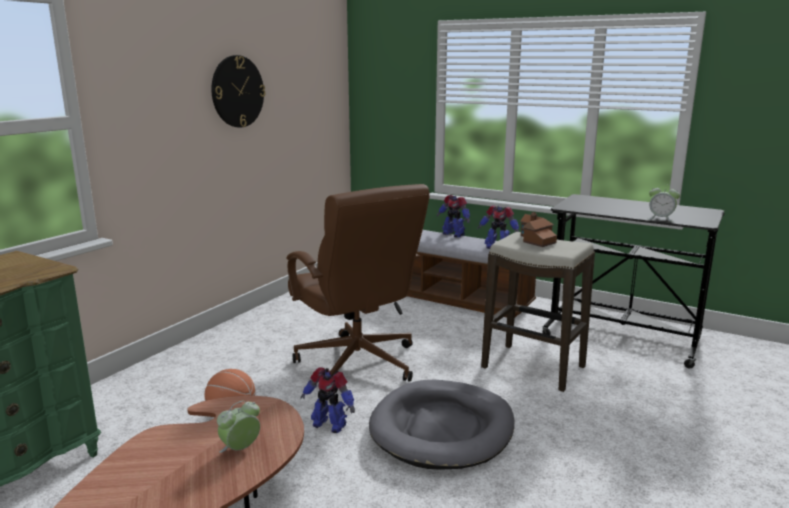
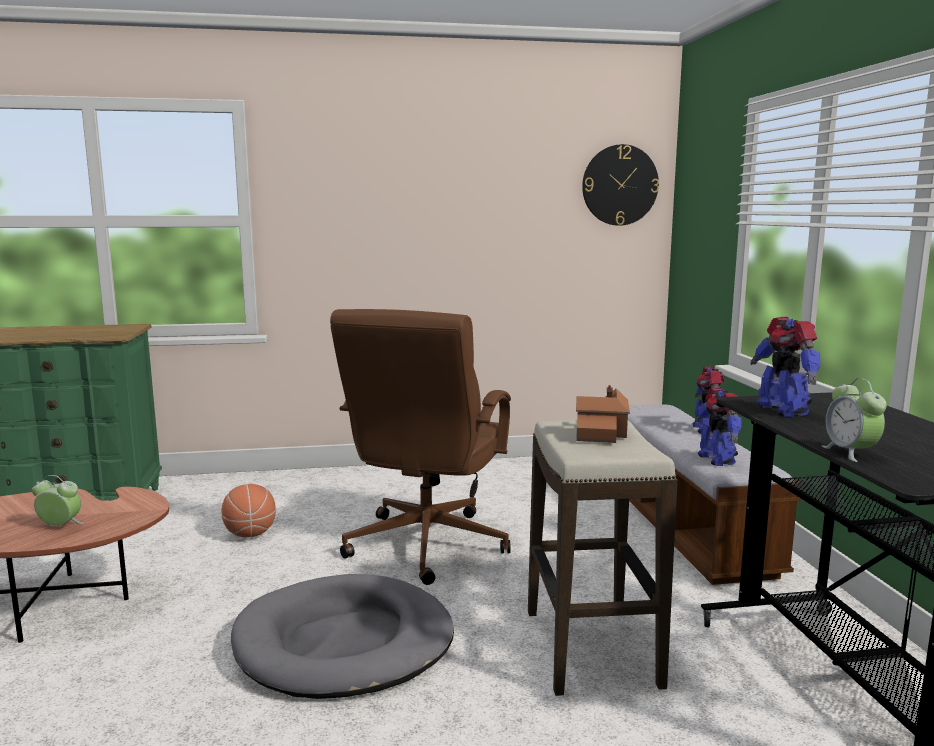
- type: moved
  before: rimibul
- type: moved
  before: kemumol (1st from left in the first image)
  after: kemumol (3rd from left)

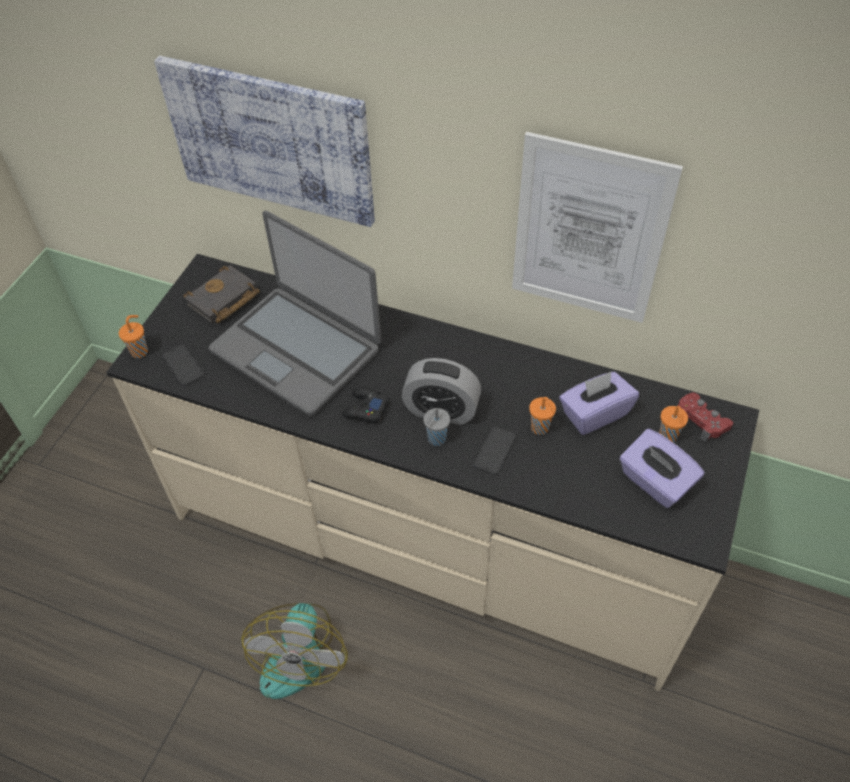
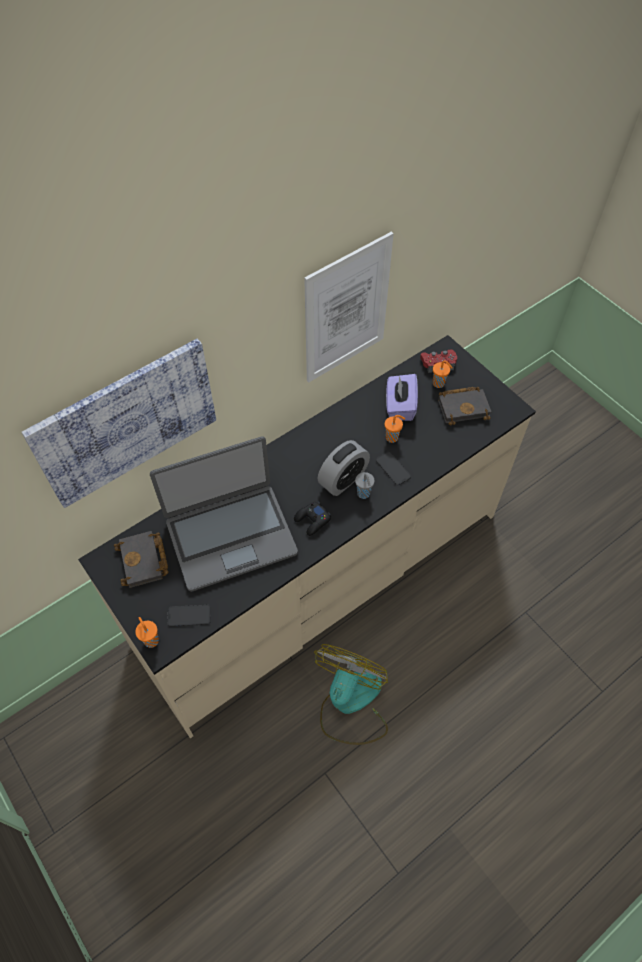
- type: turned
  before: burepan
  turn: -105
- type: replaced
  before: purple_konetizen (2nd from left)
  after: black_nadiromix (2nd from left)

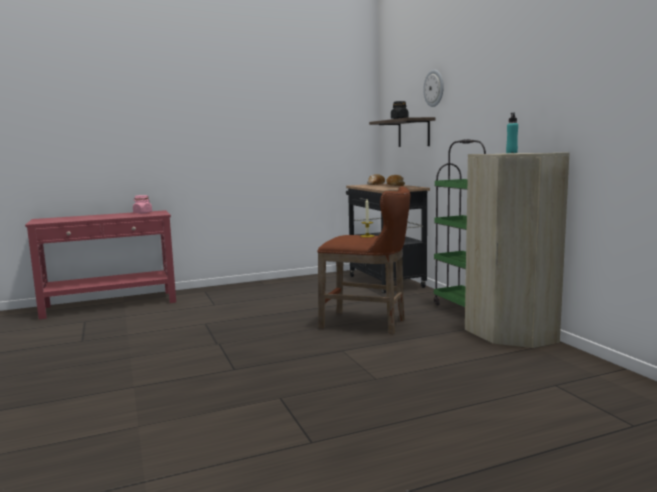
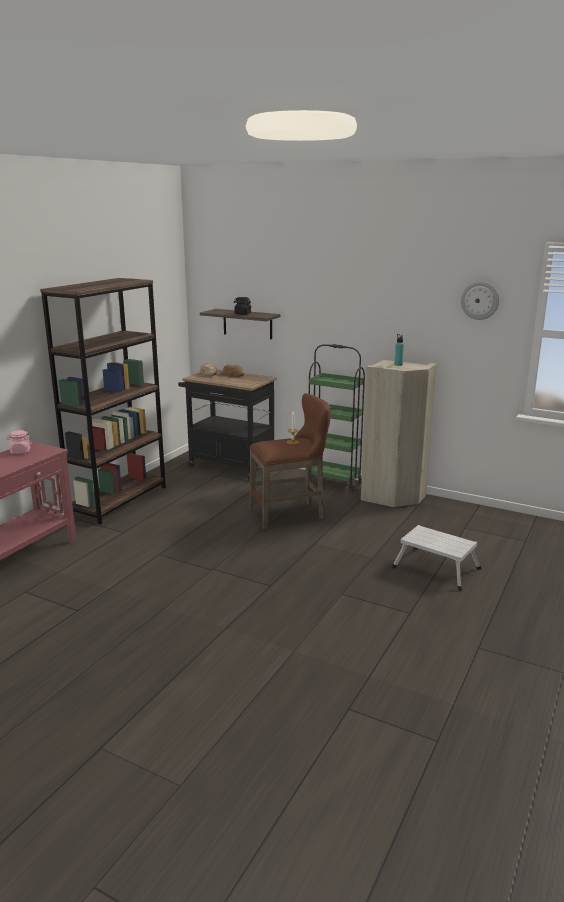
- type: moved
  before: rimibul
- type: added
  after: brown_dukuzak
- type: added
  after: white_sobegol

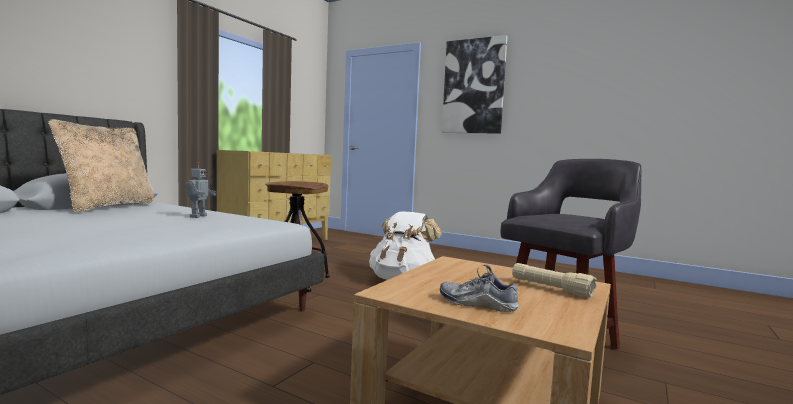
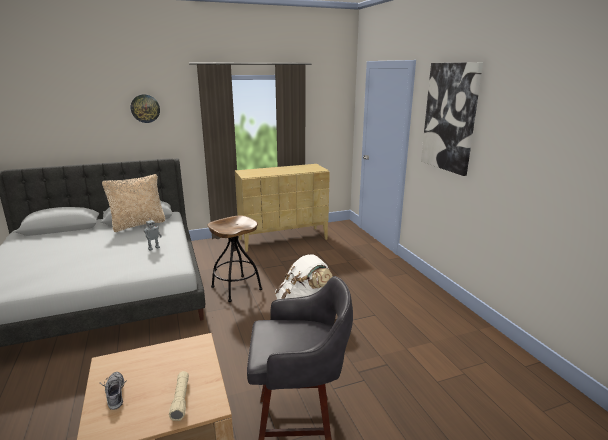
- type: added
  after: rimibul

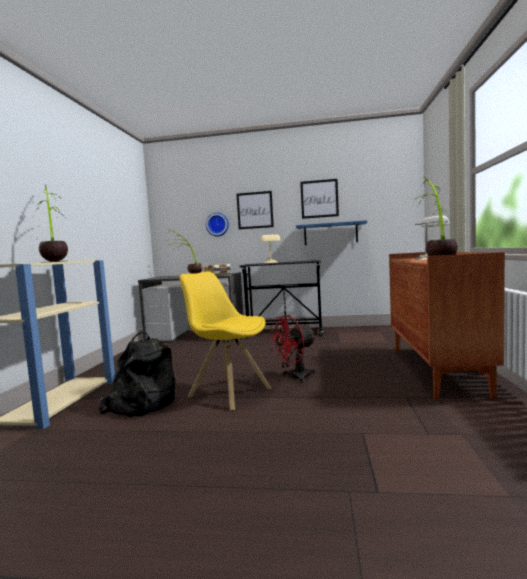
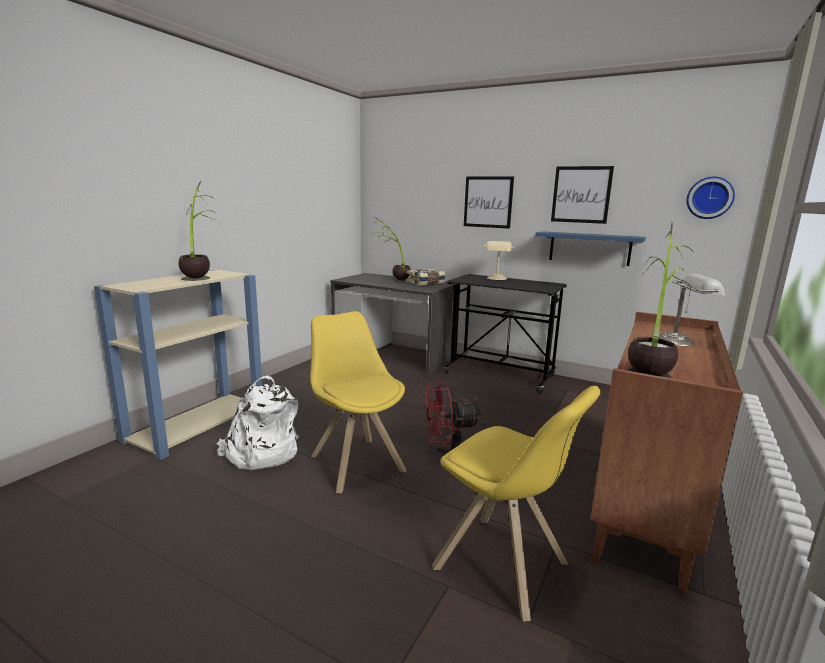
- type: recoloured
  before: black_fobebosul
  after: white_fobebosul
- type: moved
  before: rimibul
- type: added
  after: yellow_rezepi (2nd from left)

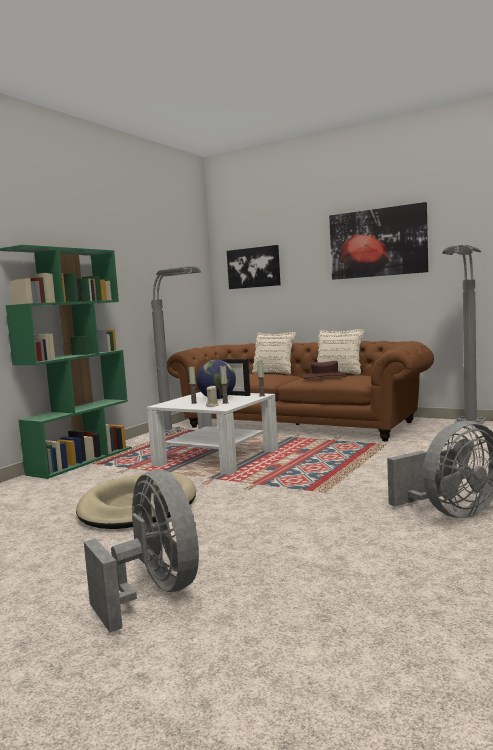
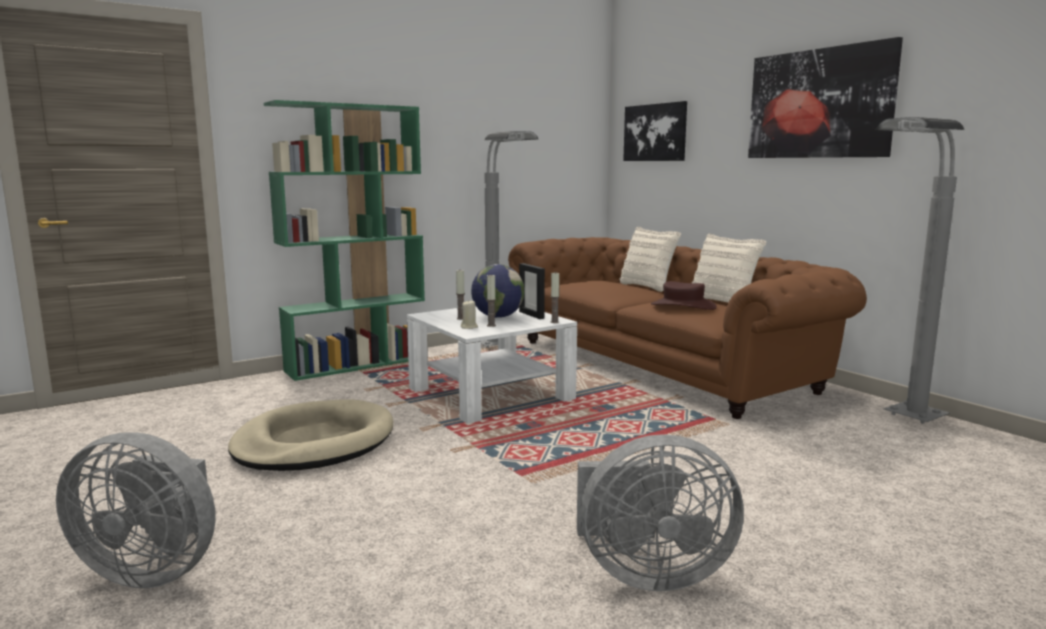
- type: turned
  before: grey_burepan (1st from left)
  turn: 105

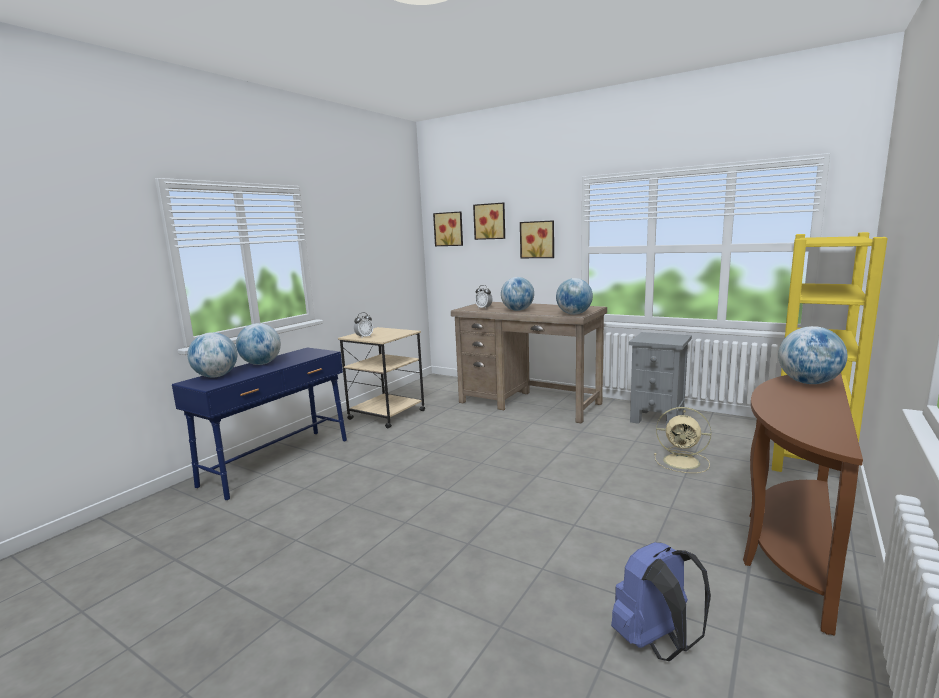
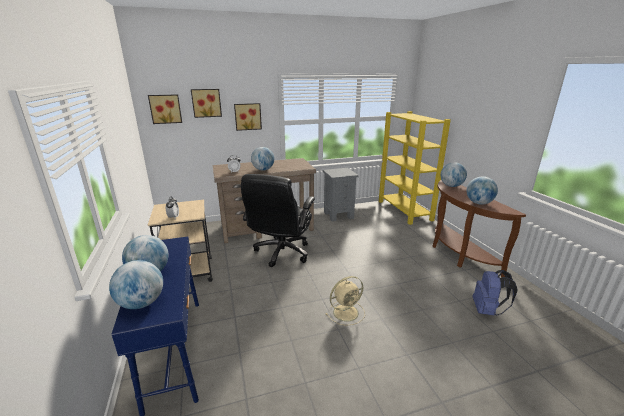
- type: moved
  before: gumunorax (4th from left in the first image)
  after: gumunorax (5th from left)
- type: moved
  before: beige_burepan
- type: added
  after: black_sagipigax

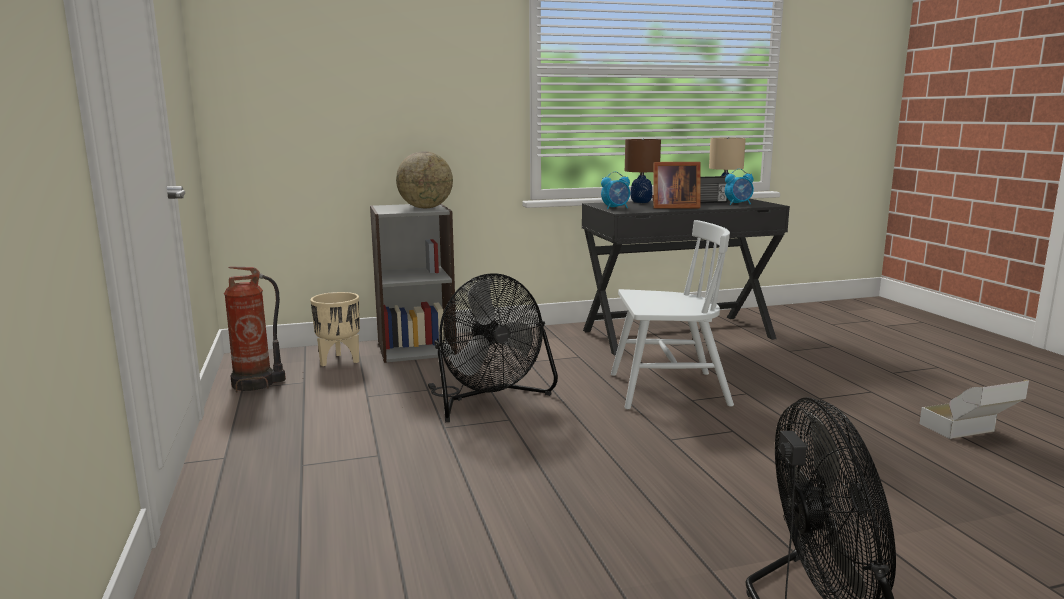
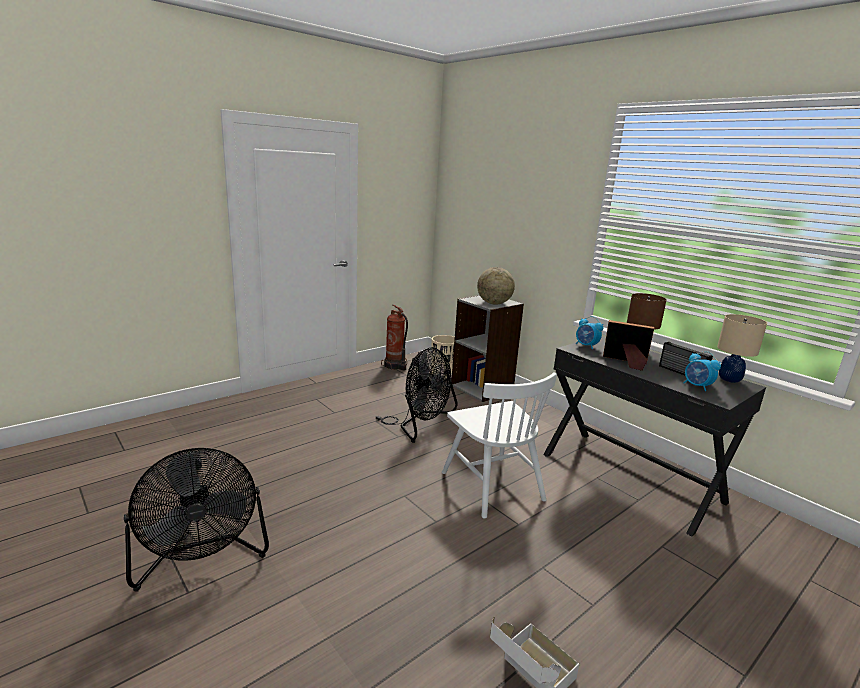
- type: turned
  before: black_burepan (1st from left in the first image)
  turn: -90
- type: turned
  before: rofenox
  turn: 135

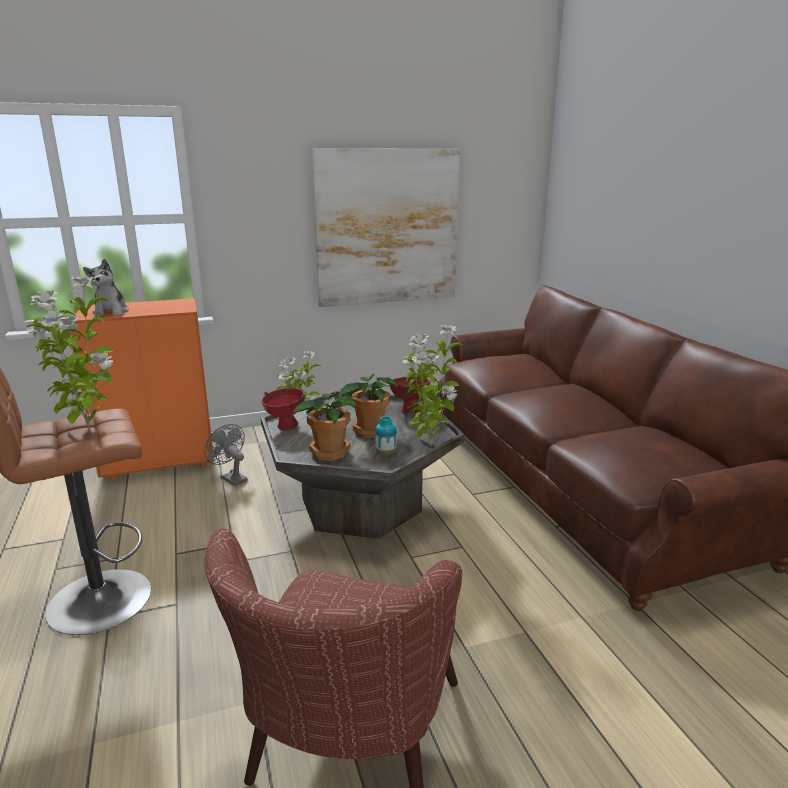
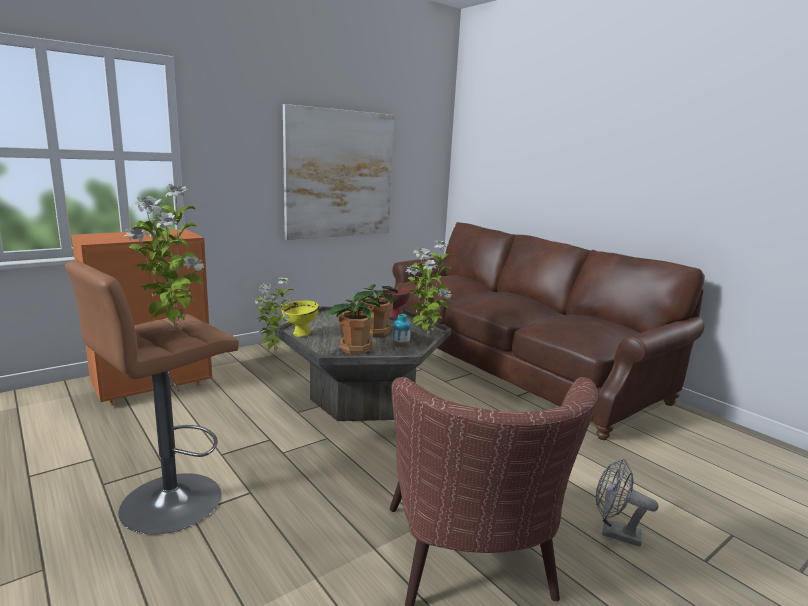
- type: removed
  before: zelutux
- type: moved
  before: grey_burepan
- type: recoloured
  before: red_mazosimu (1st from left)
  after: yellow_mazosimu

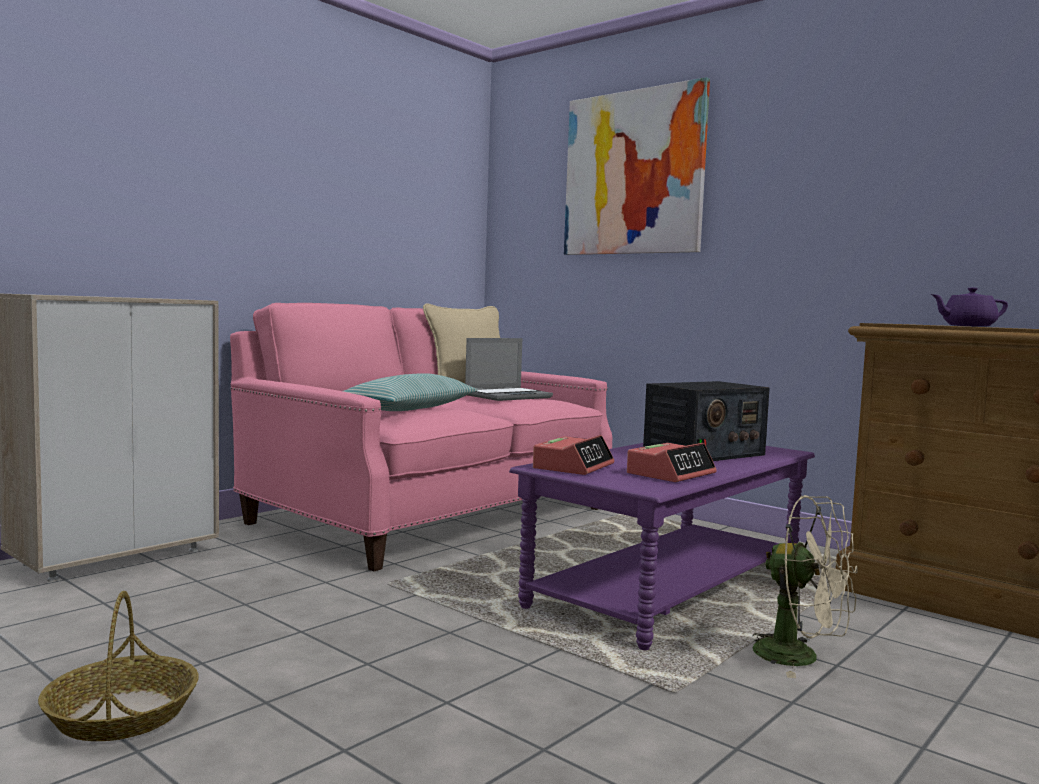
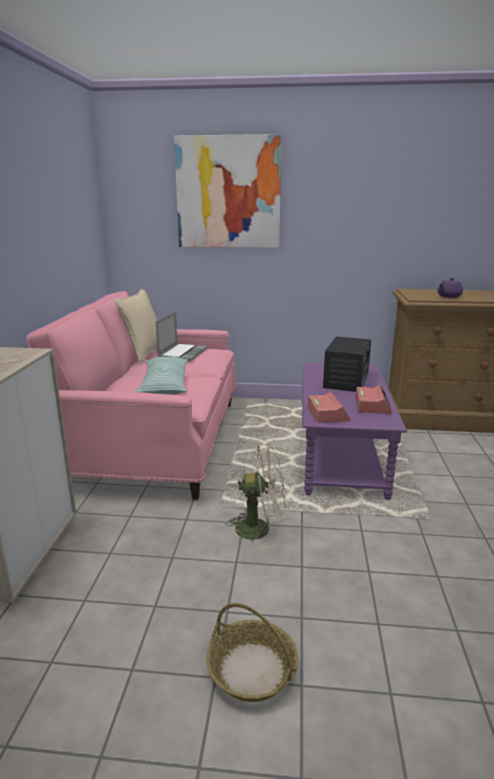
- type: moved
  before: beige_burepan

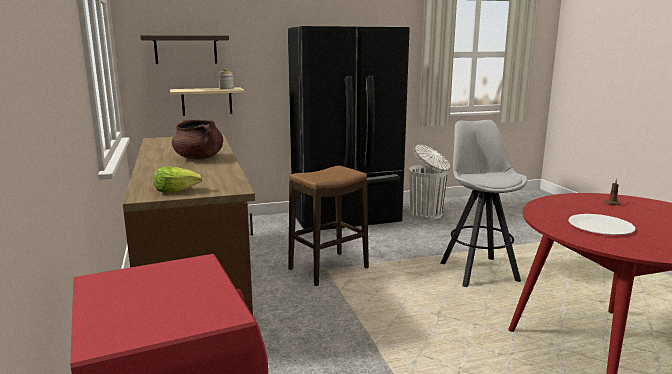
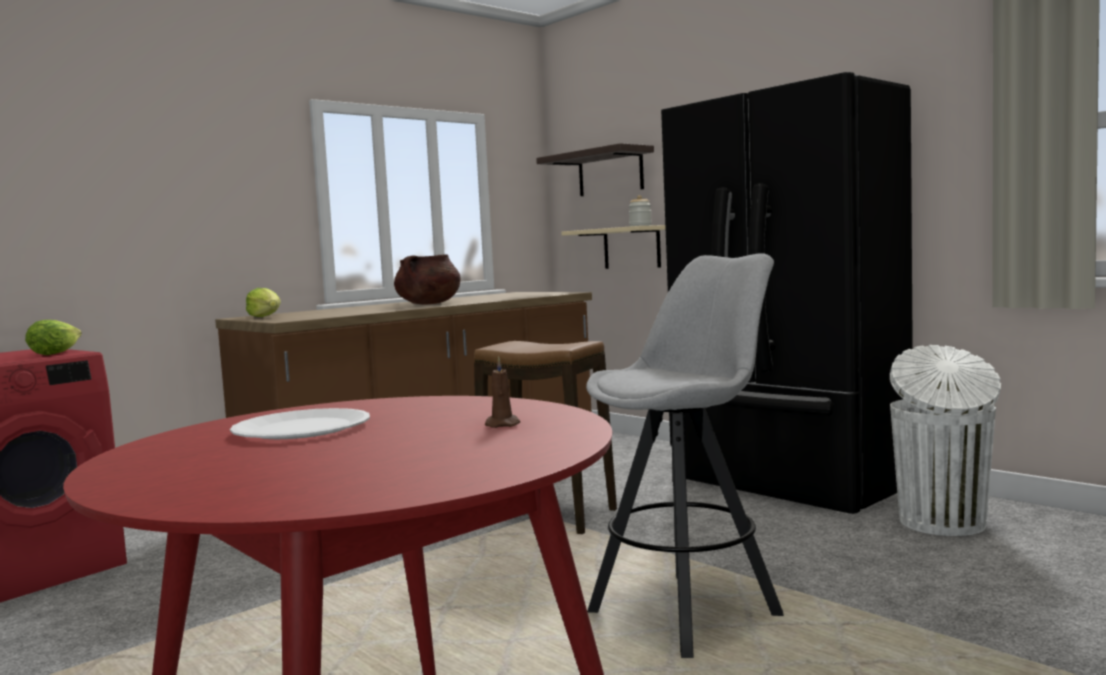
- type: added
  after: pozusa (1st from left)

